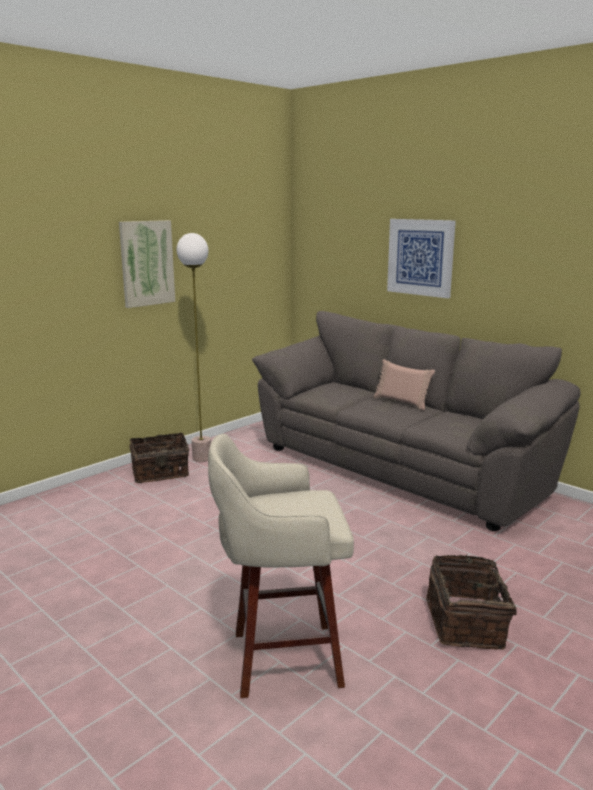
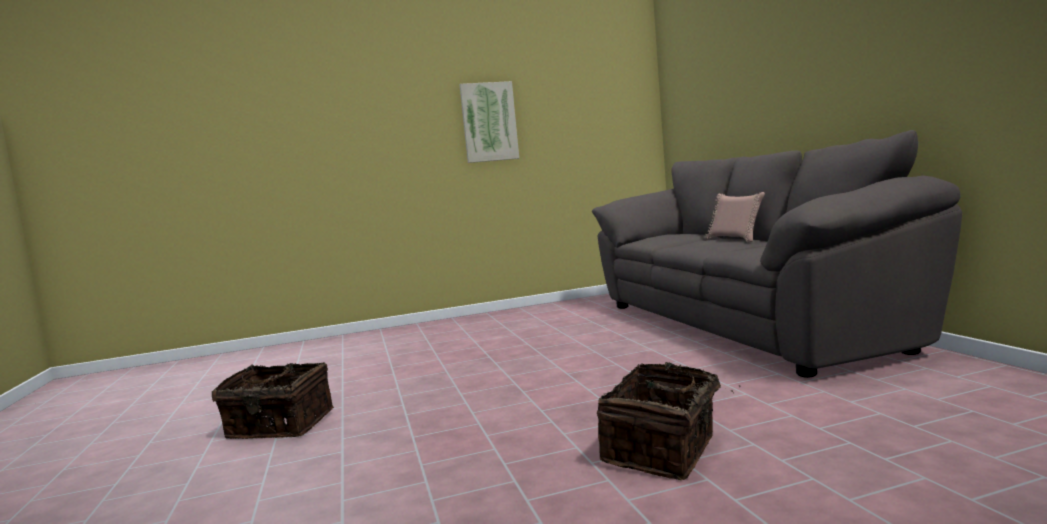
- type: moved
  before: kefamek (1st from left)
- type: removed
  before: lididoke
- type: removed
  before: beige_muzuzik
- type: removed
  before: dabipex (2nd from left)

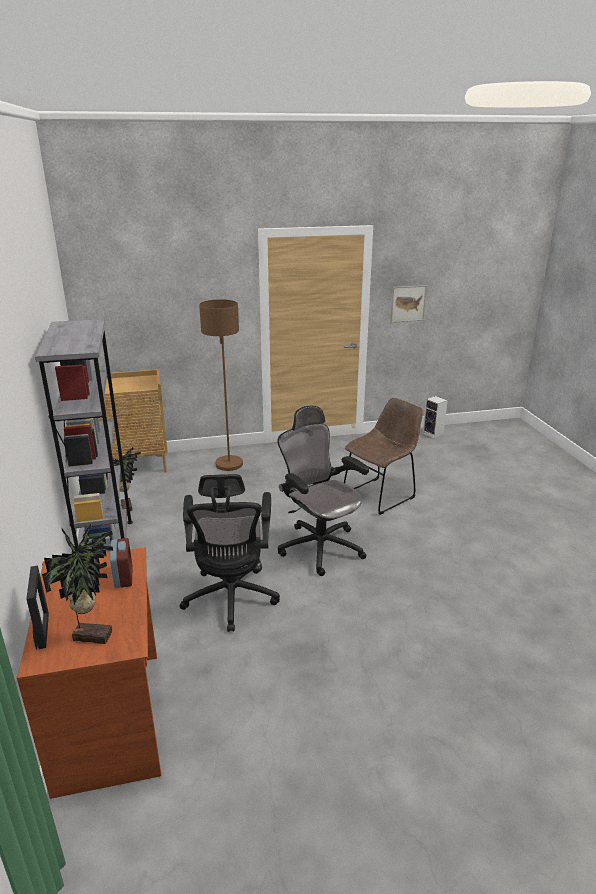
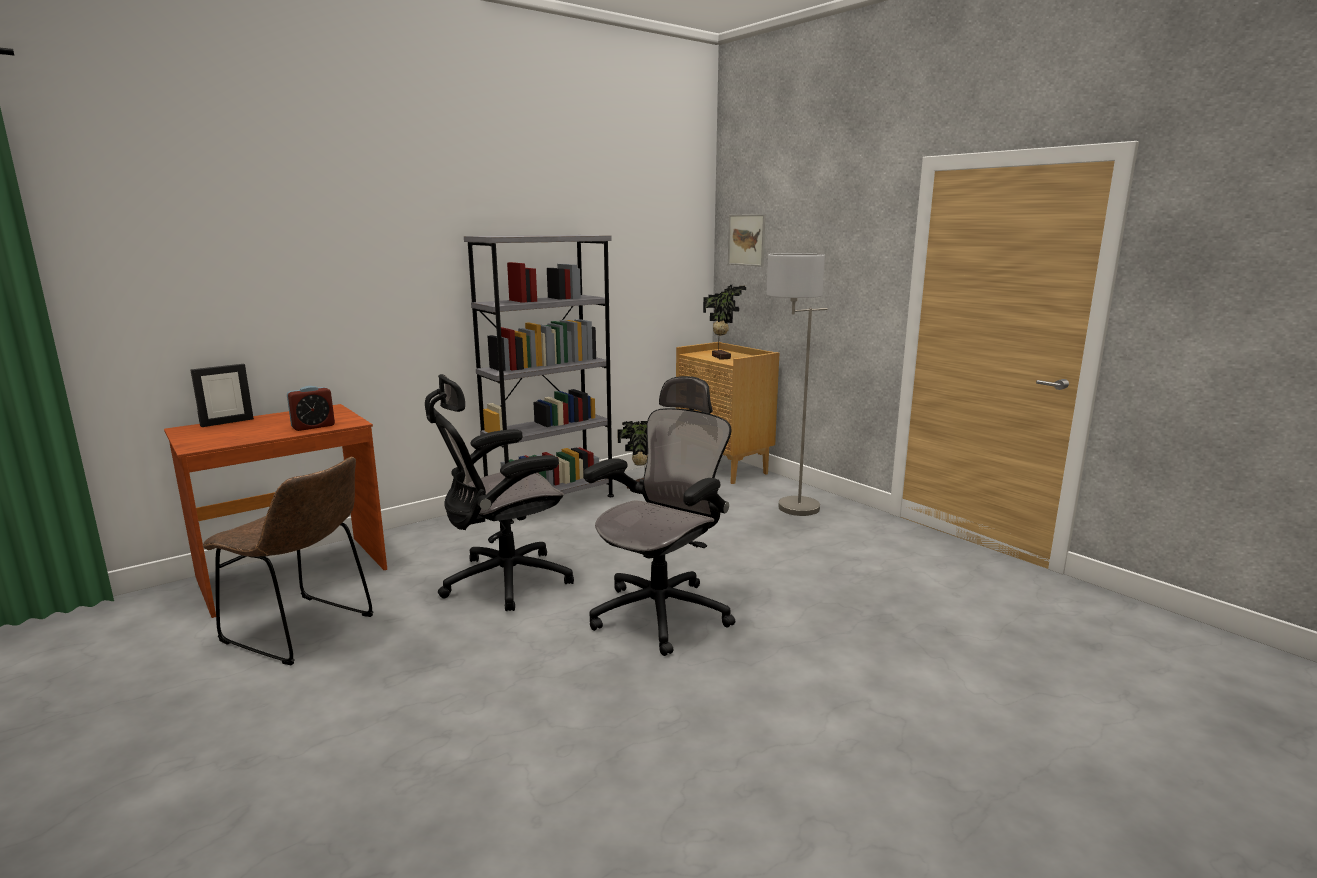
- type: moved
  before: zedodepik (1st from left in the first image)
  after: zedodepik (2nd from left)
- type: recoloured
  before: brown_lididoke
  after: grey_lididoke
- type: moved
  before: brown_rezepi
- type: moved
  before: dabipex
- type: removed
  before: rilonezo

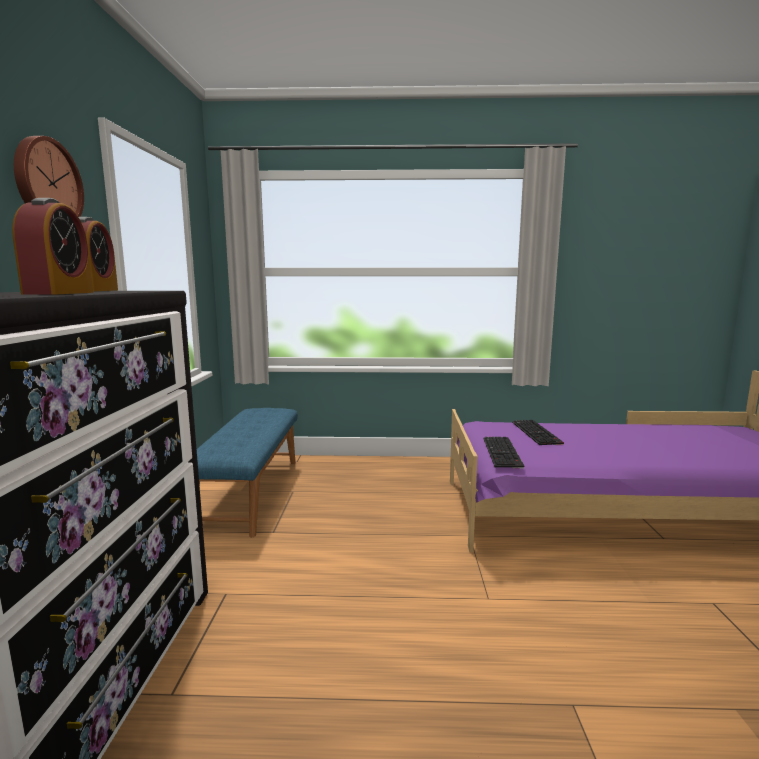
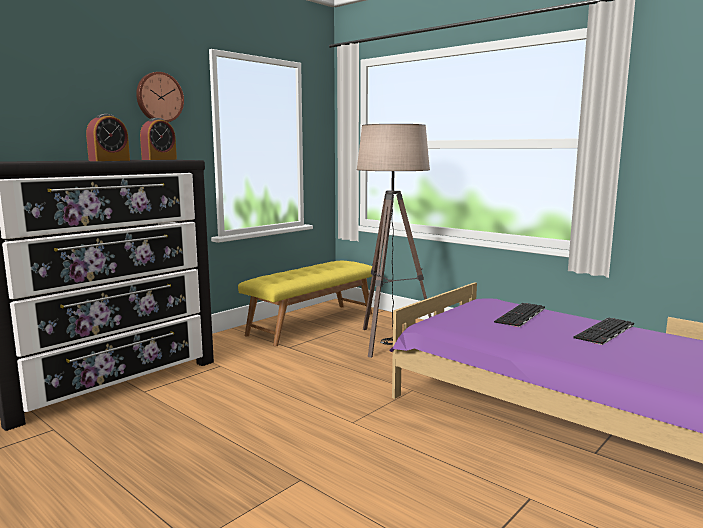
- type: recoloured
  before: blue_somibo
  after: yellow_somibo
- type: moved
  before: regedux (1st from left in the first image)
  after: regedux (2nd from left)
- type: added
  after: lididoke

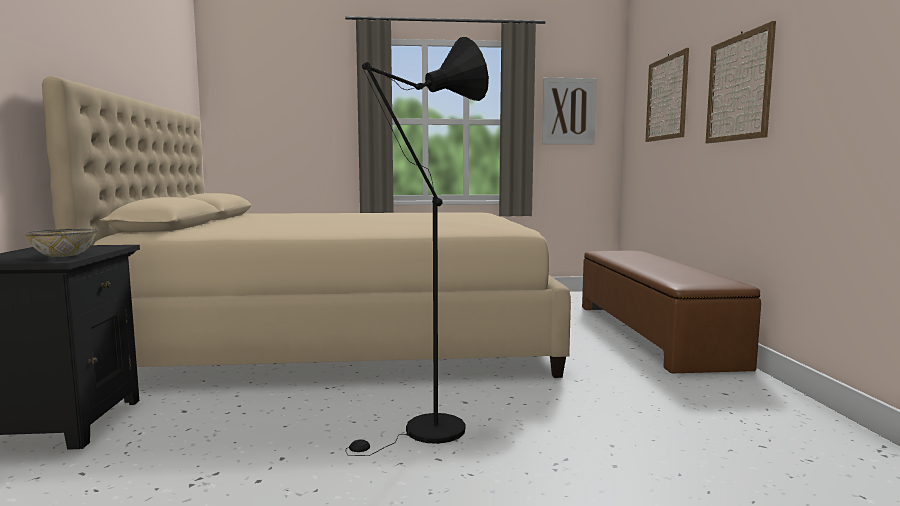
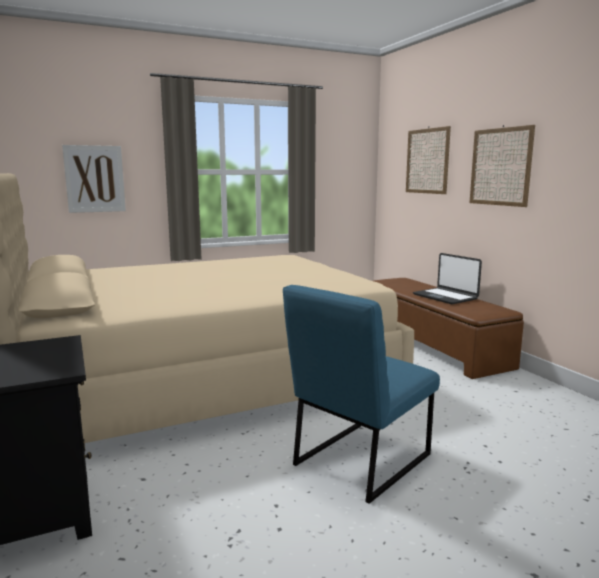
- type: removed
  before: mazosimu
- type: replaced
  before: black_lididoke
  after: blue_rezepi
- type: moved
  before: dabipex (1st from left)
- type: added
  after: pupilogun

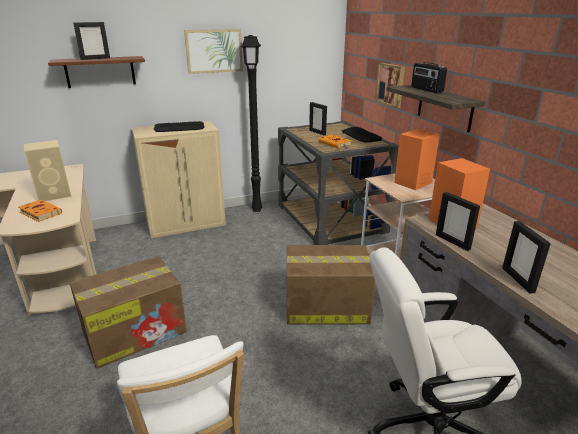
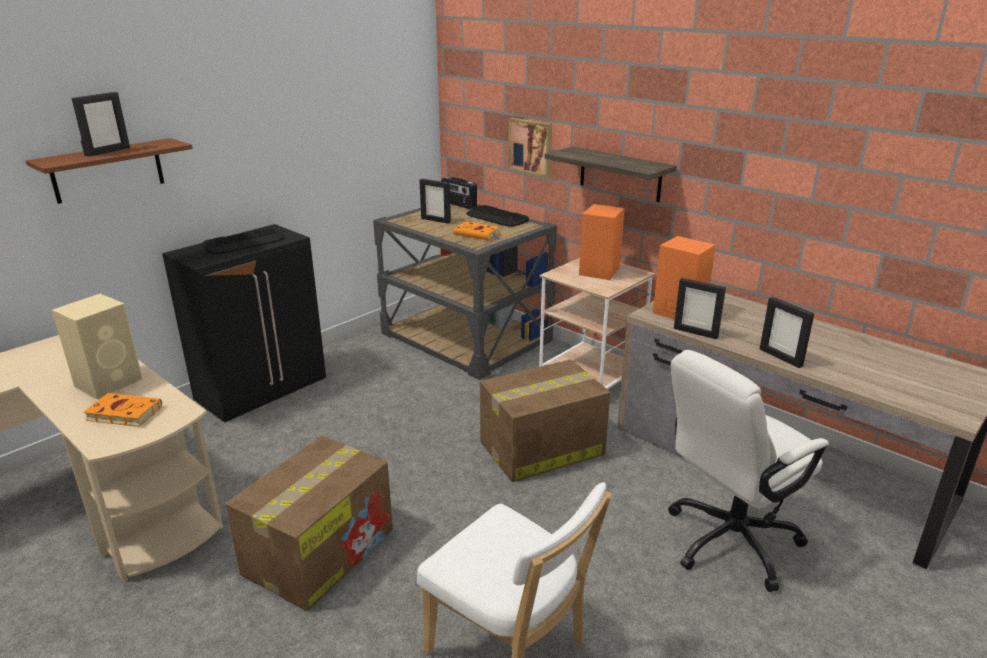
- type: recoloured
  before: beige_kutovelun
  after: black_kutovelun
- type: removed
  before: dabipex (1st from left)
- type: removed
  before: black_lididoke
- type: moved
  before: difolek

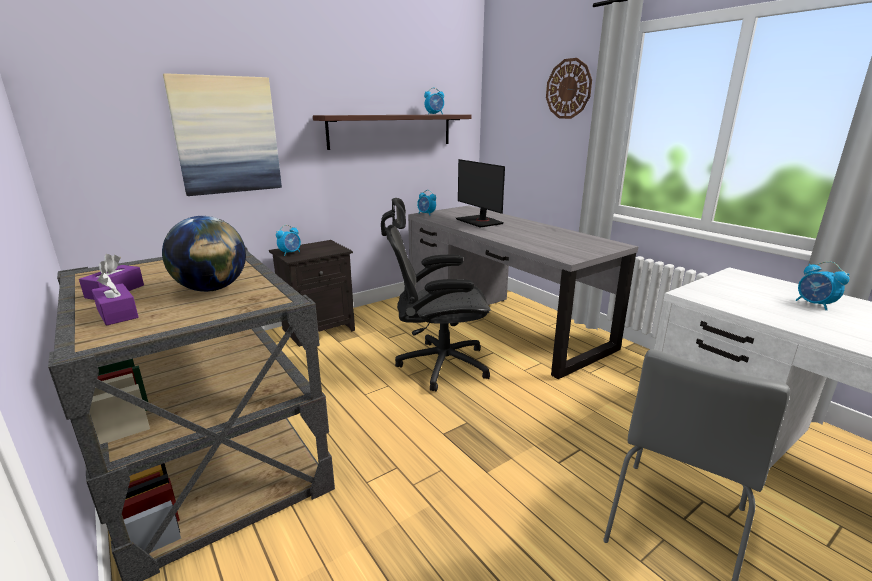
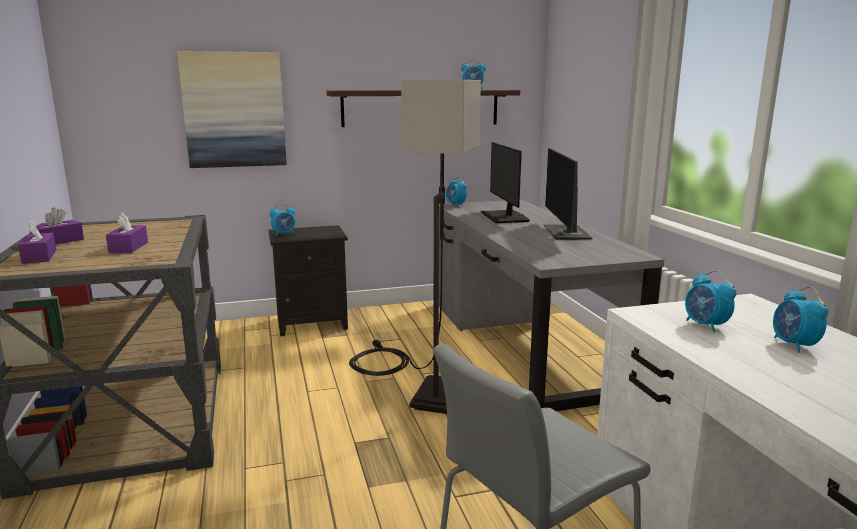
- type: replaced
  before: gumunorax
  after: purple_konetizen (3rd from left)
- type: replaced
  before: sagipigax
  after: lididoke
- type: removed
  before: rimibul
- type: added
  after: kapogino (2nd from left)
- type: added
  after: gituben (4th from left)

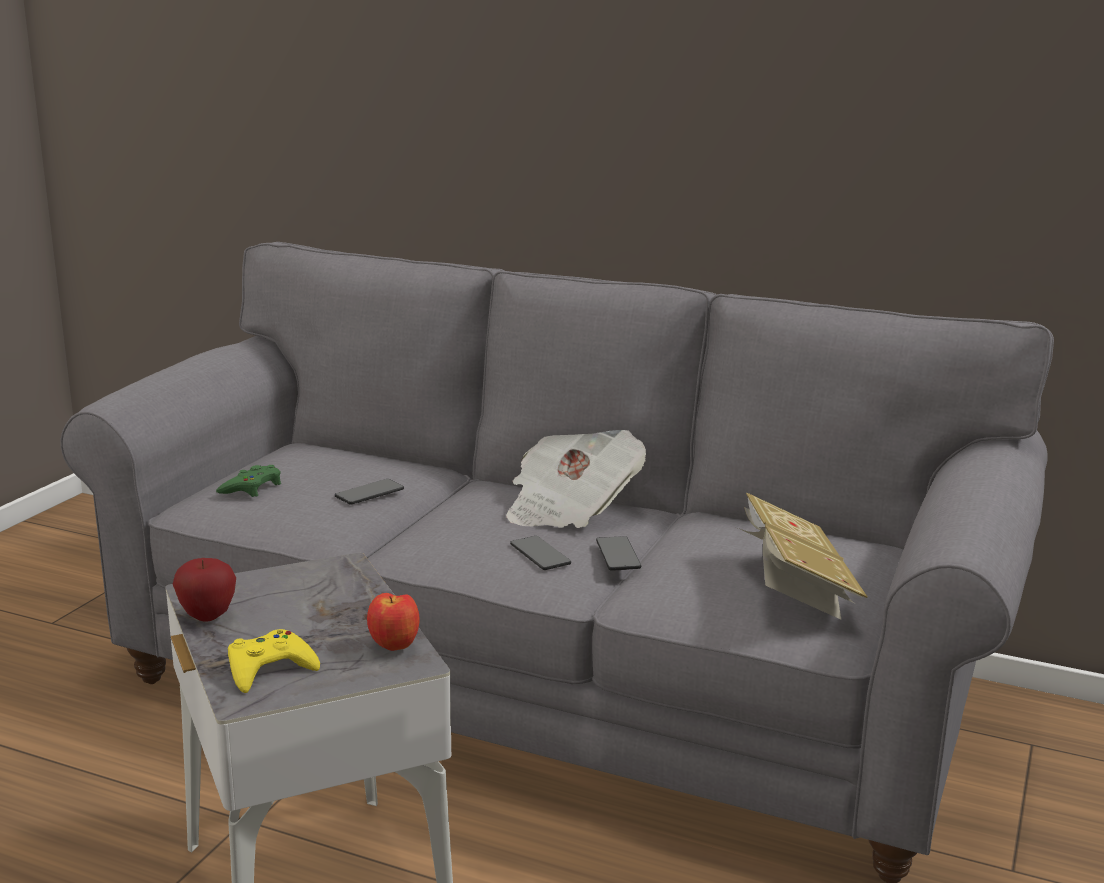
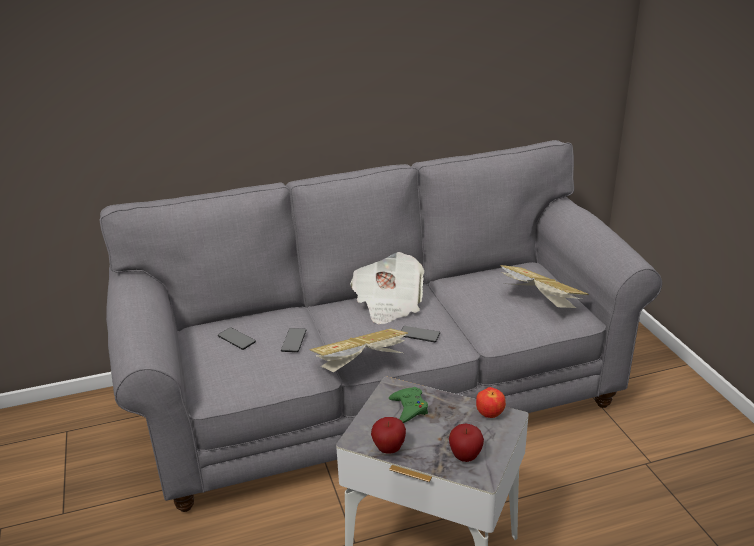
- type: moved
  before: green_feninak
- type: replaced
  before: yellow_feninak
  after: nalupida (2nd from left)
- type: moved
  before: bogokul (3rd from left in the first image)
  after: bogokul (1st from left)
- type: added
  after: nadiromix (1st from left)

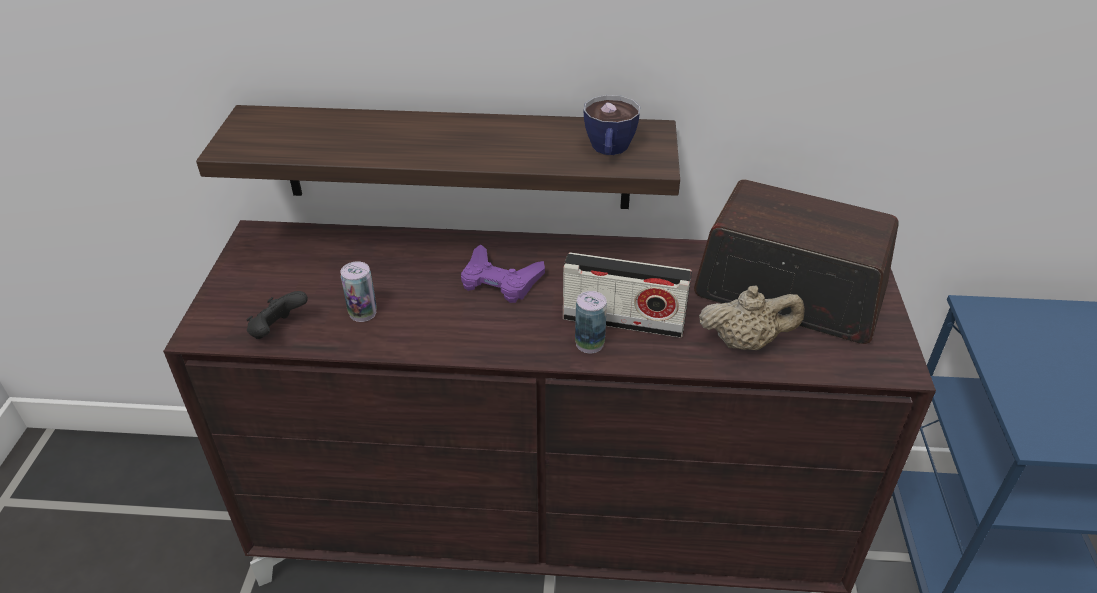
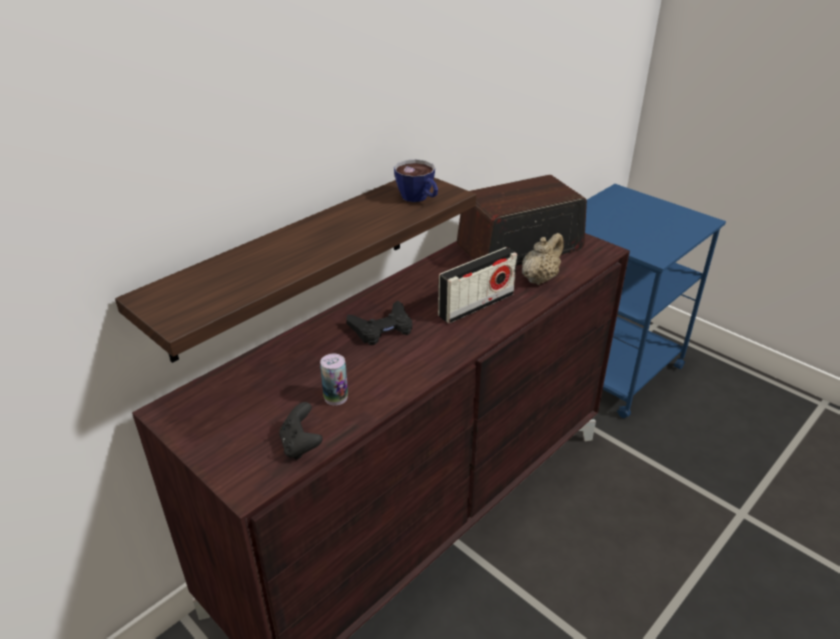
- type: recoloured
  before: purple_feninak
  after: black_feninak (2nd from left)
- type: removed
  before: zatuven (2nd from left)

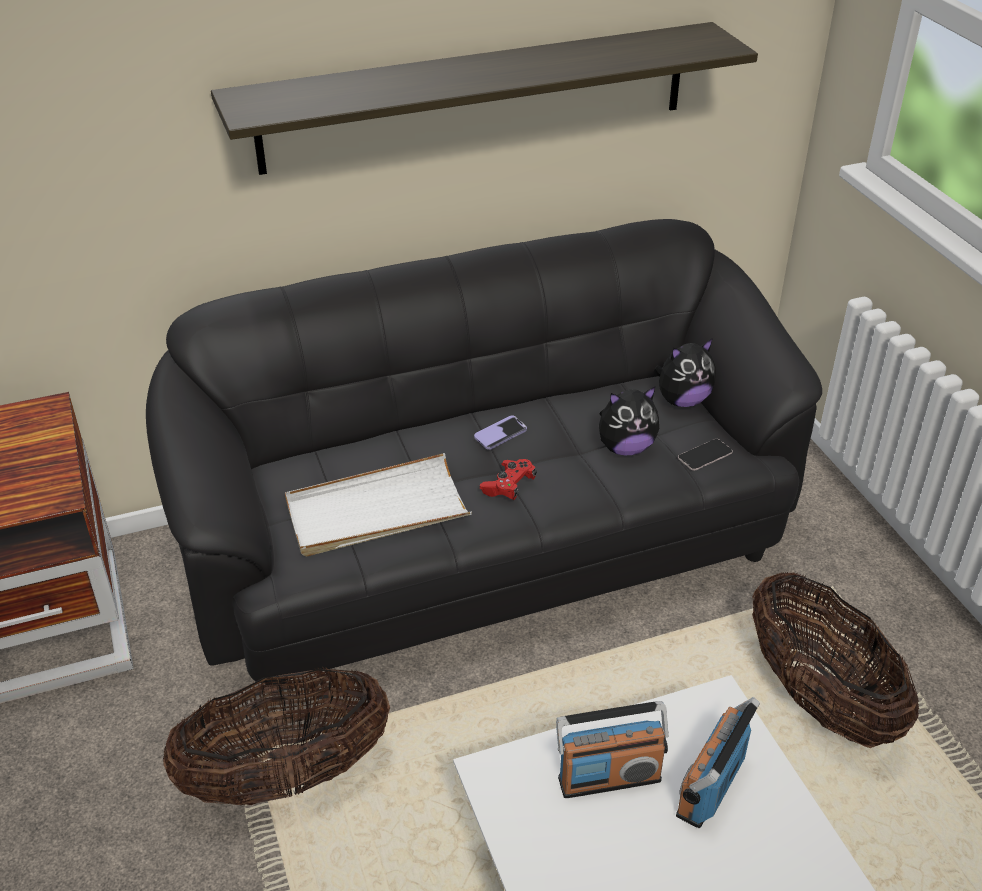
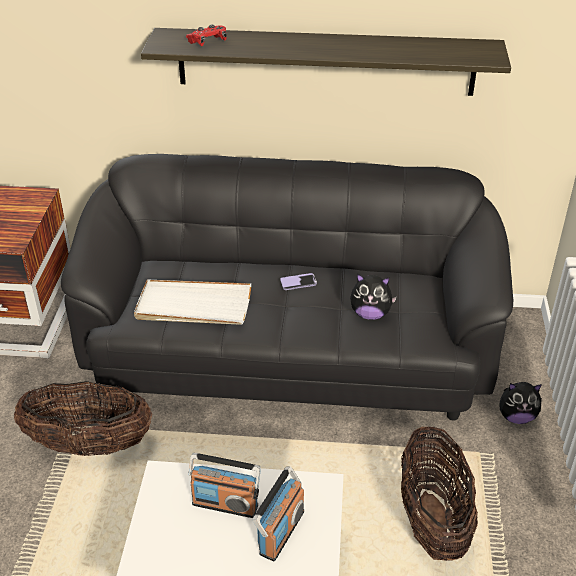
- type: moved
  before: red_feninak
- type: moved
  before: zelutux (2nd from left)
- type: turned
  before: difolek (2nd from left)
  turn: 150
- type: removed
  before: bogokul (2nd from left)

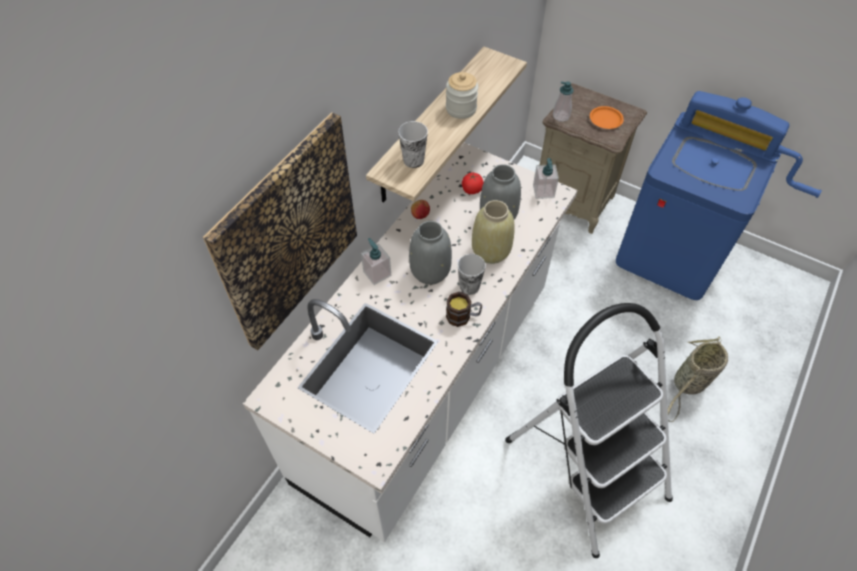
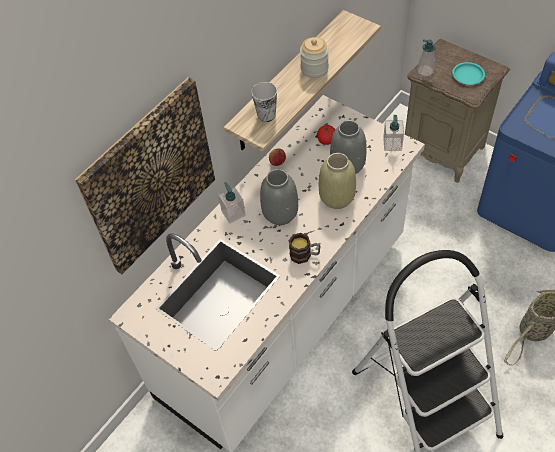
- type: removed
  before: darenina (2nd from left)
- type: recoloured
  before: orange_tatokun
  after: turquoise_tatokun

